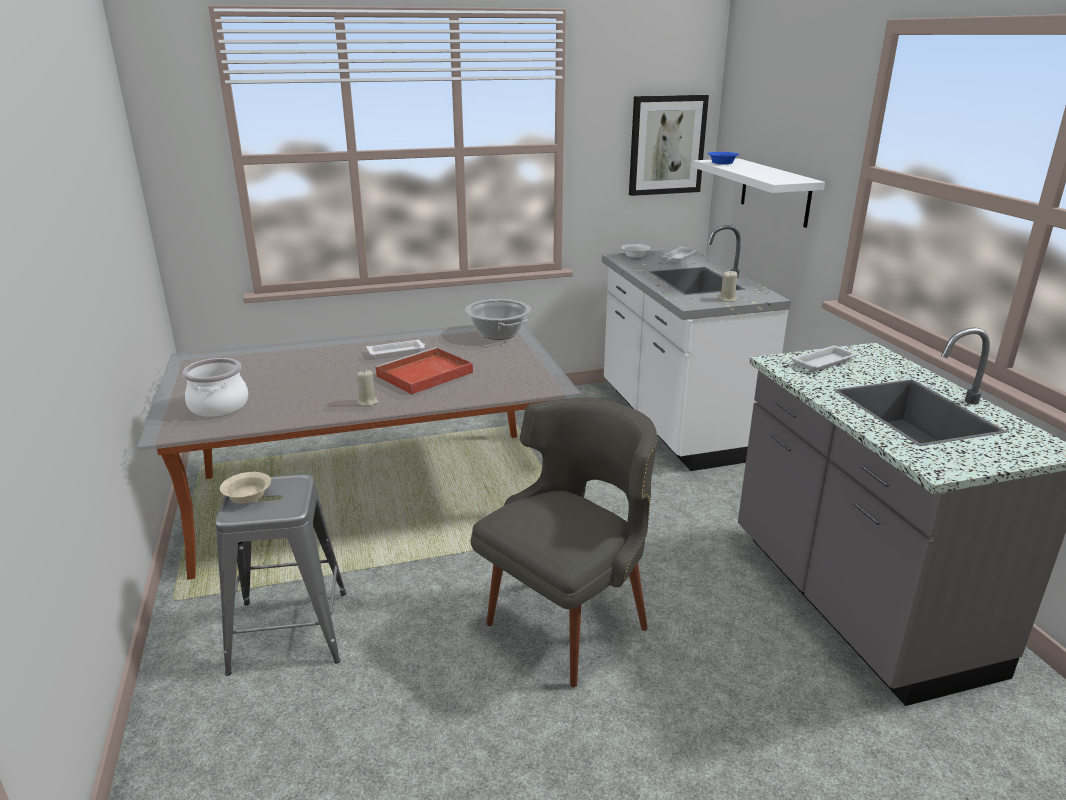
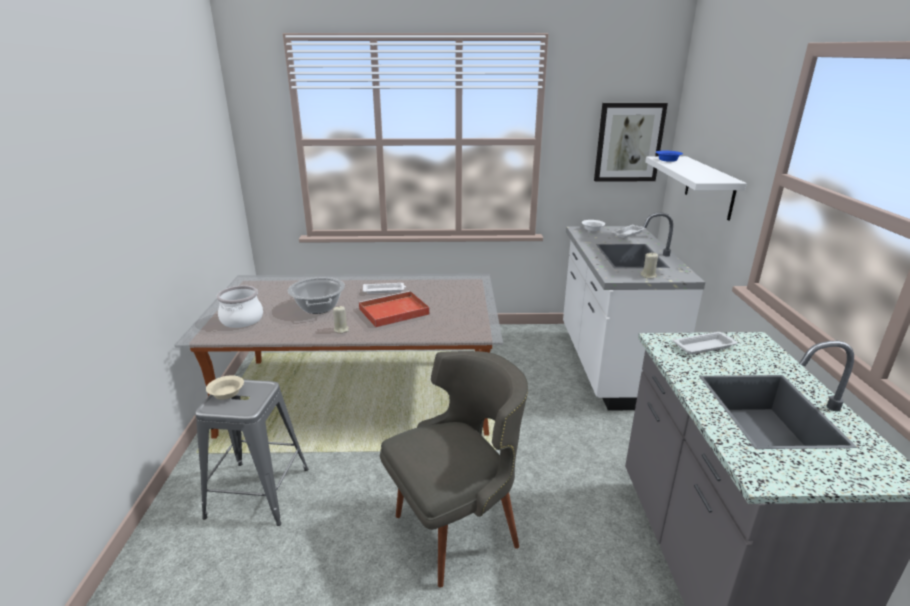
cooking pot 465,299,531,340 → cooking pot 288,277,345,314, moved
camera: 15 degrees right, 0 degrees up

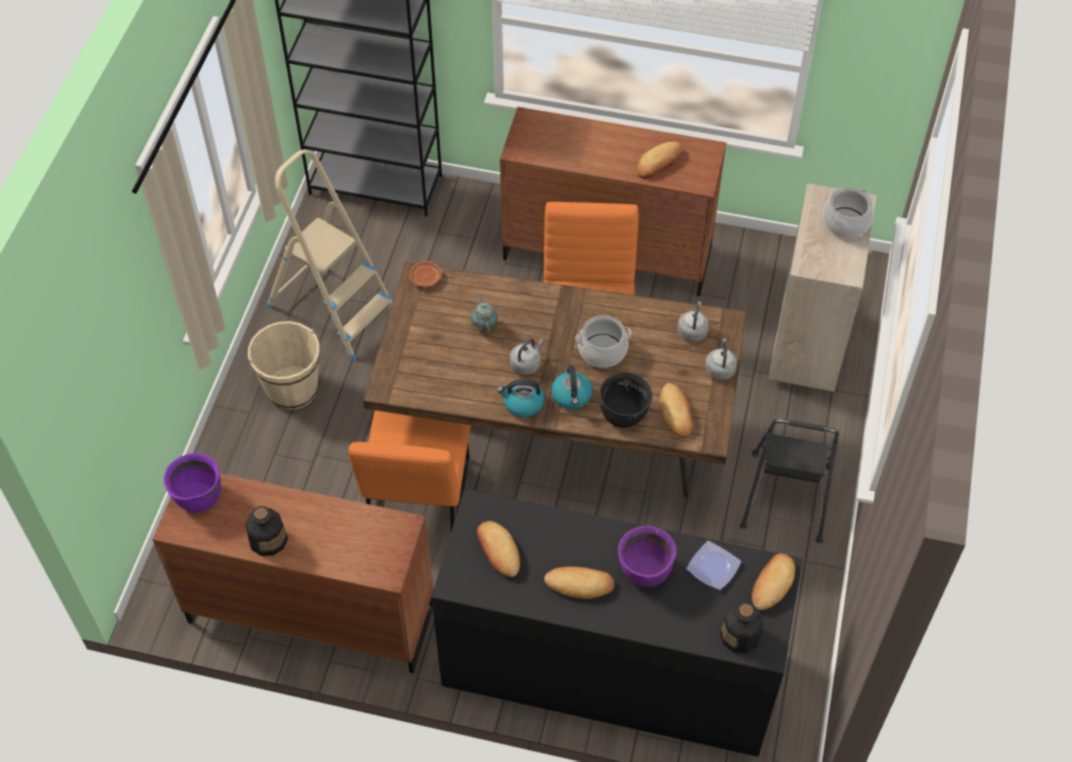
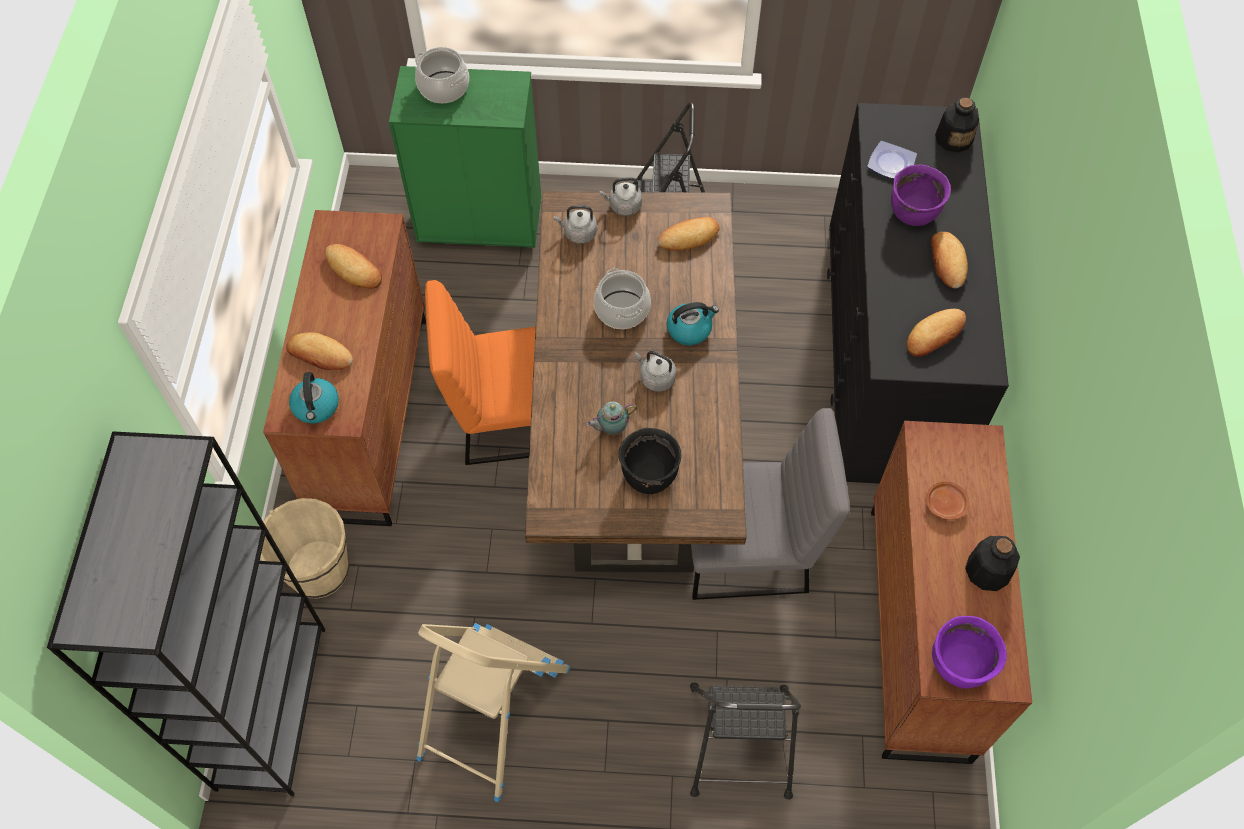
beige bucket 248,321,319,410 → beige bucket 260,498,349,599, moved
bread 752,553,795,610 → bread 286,332,353,370, moved
kettle 497,379,545,417 → kettle 289,372,339,423, moved
beige cabinet 768,183,877,392 → green cabinet 389,66,542,248
black cooking pot 600,372,652,428 → black cooking pot 618,428,681,494, moved
- → black step ladder 690,683,801,799
orange chair 348,410,471,531 → grey chair 691,408,850,600
brown plate 409,261,442,287 → brown plate 926,481,970,520, moved
camera: 100 degrees left, 5 degrees up

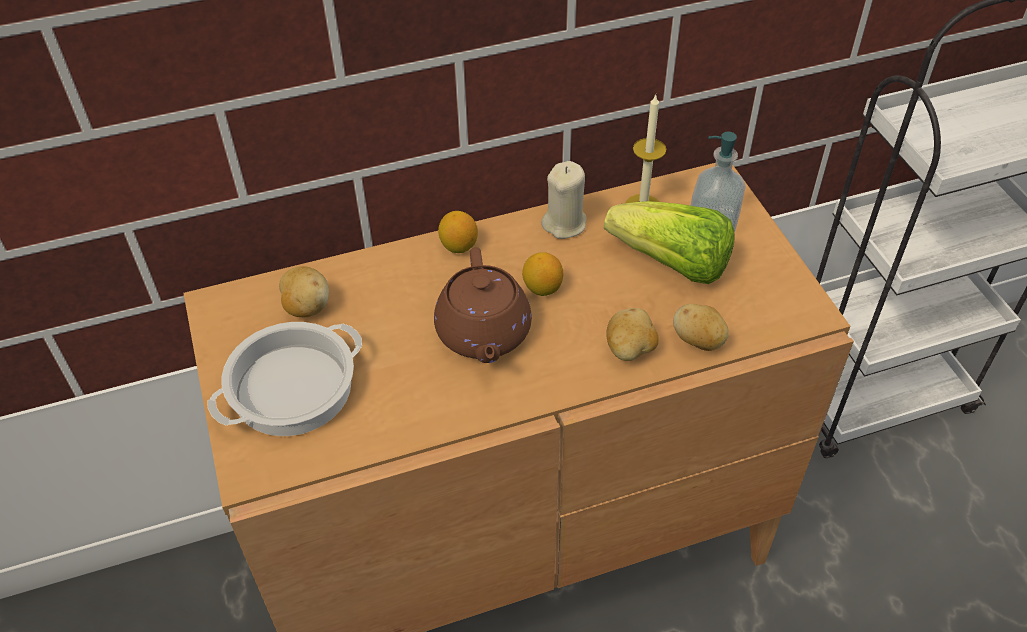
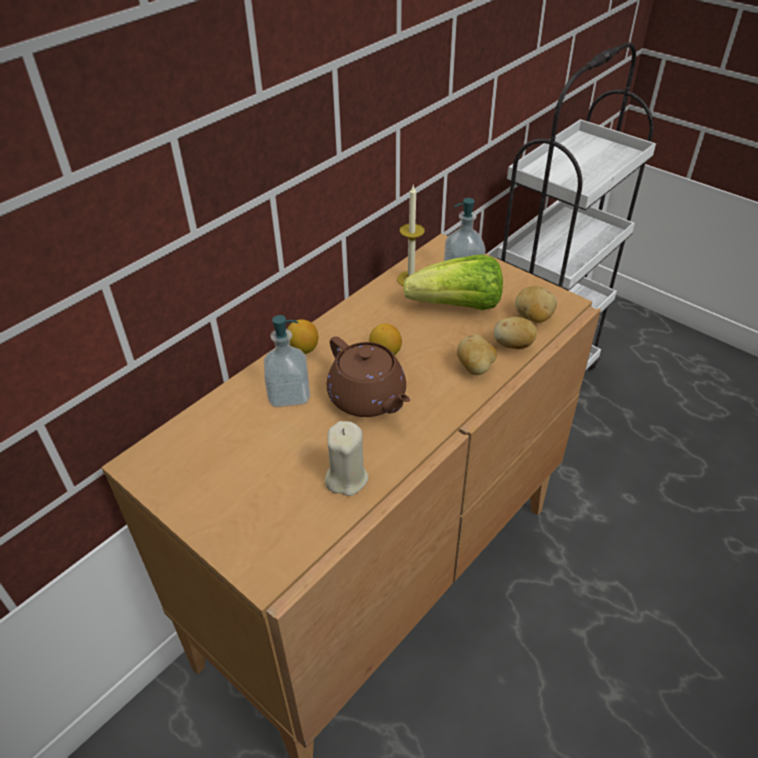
- → soap dispenser 264,315,310,407
beige candle 541,161,587,239 → beige candle 325,421,369,496, moved
potato 279,266,329,317 → potato 515,286,557,323, moved
cooking pot 208,322,362,436 → -
camera: 30 degrees left, 5 degrees down

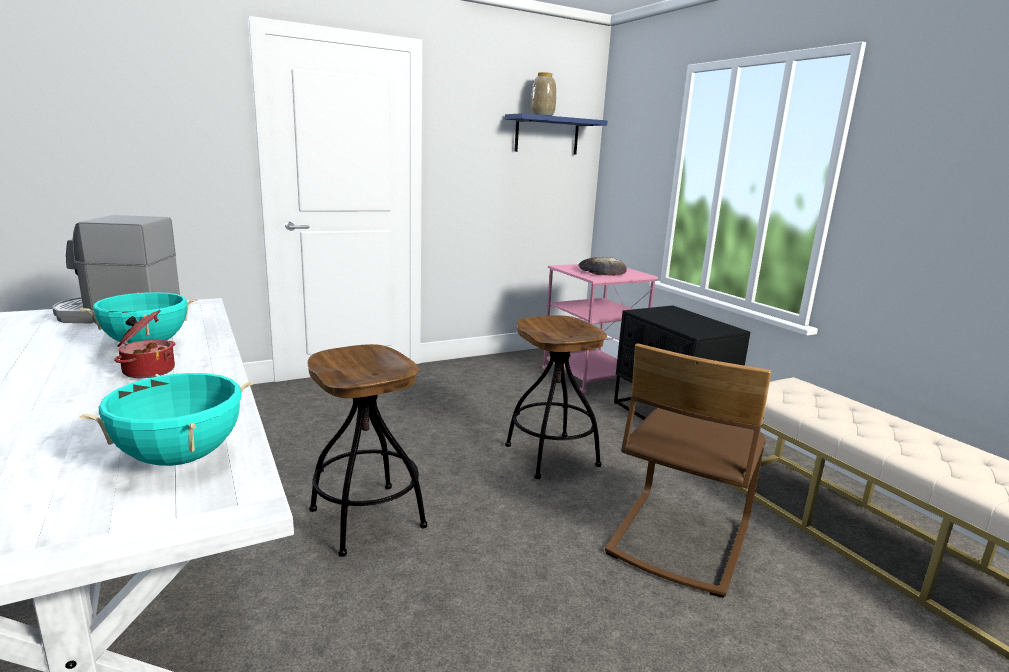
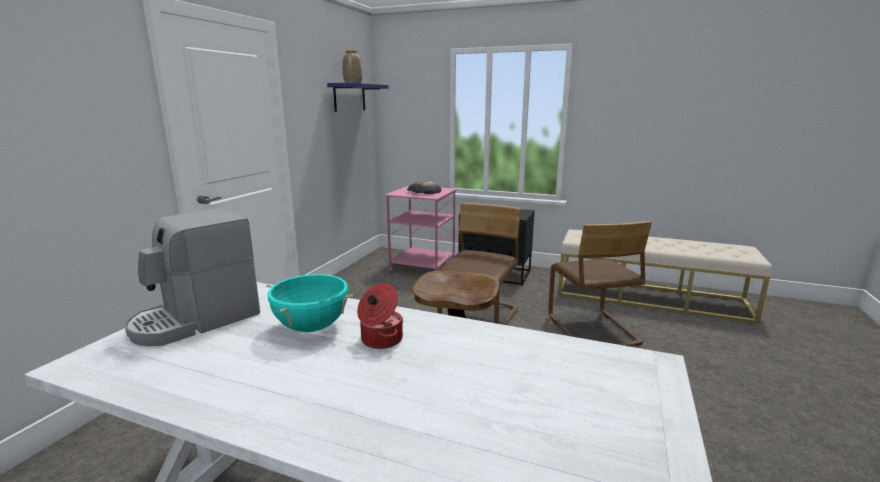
brown stool 505,315,607,479 → brown chair 438,203,521,325
turquoise cooking pot 79,373,253,466 → -
camera: 40 degrees left, 0 degrees up

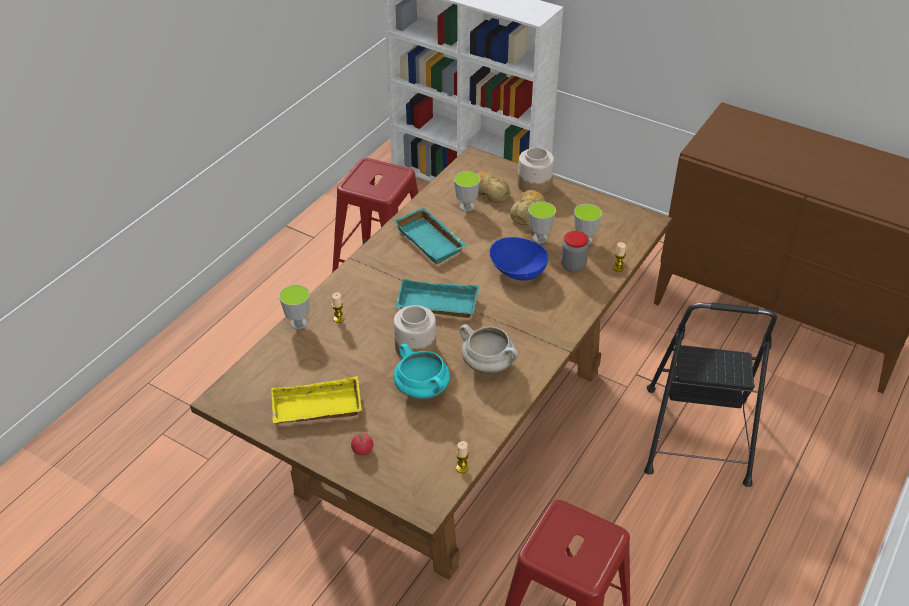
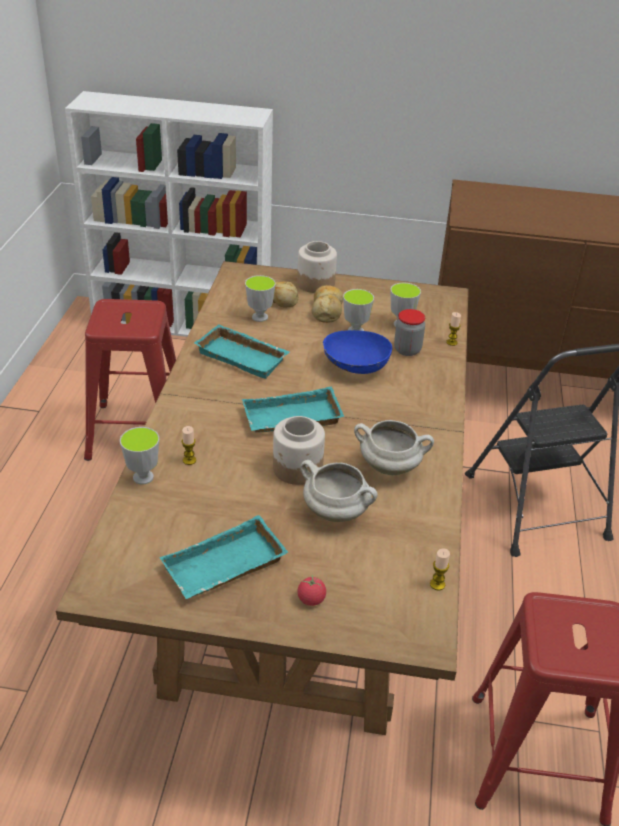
yellow tray 271,376,362,423 → turquoise tray 160,515,288,599
turquoise cooking pot 393,343,450,400 → white cooking pot 300,460,378,522
camera: 25 degrees left, 5 degrees down

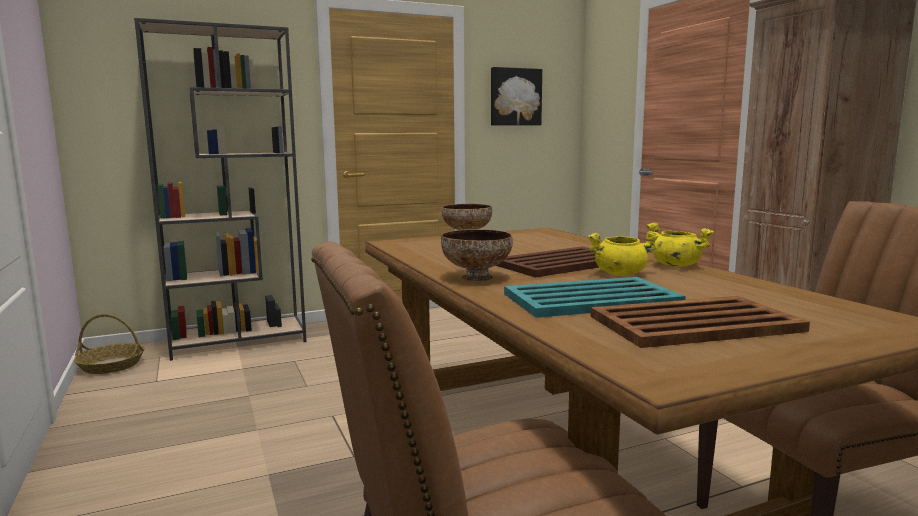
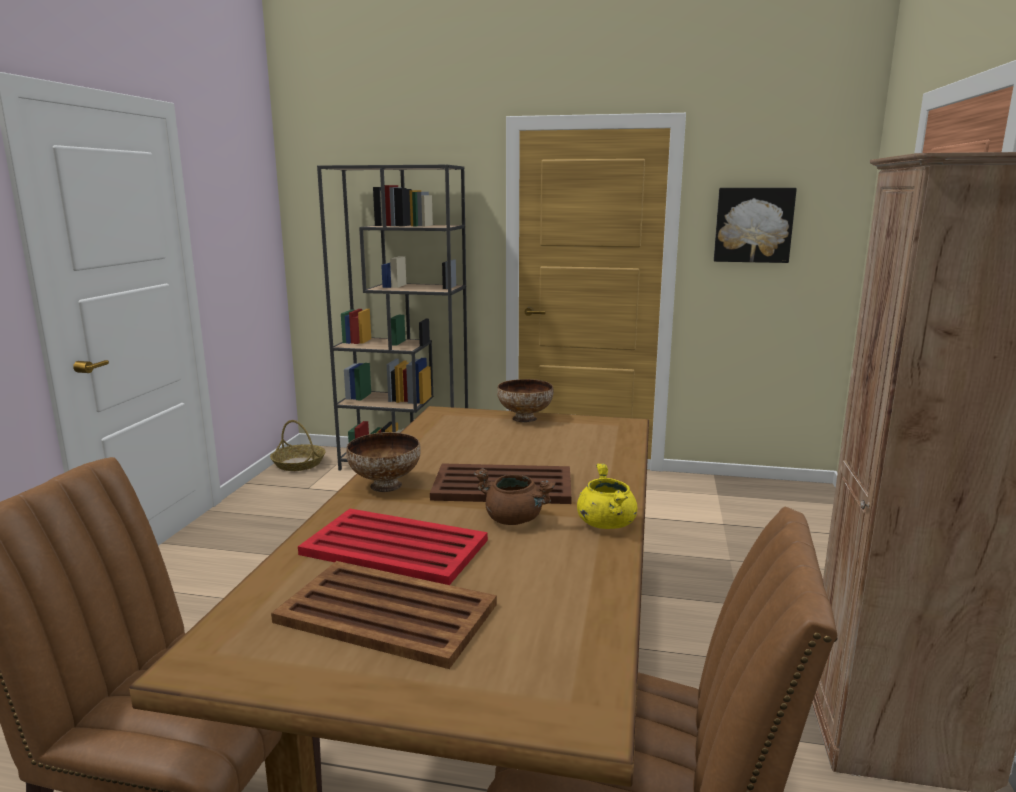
turquoise tray 504,277,686,318 → red tray 298,509,488,585
yellow cooking pot 587,231,660,276 → brown cooking pot 474,469,556,525
camera: 35 degrees right, 5 degrees up

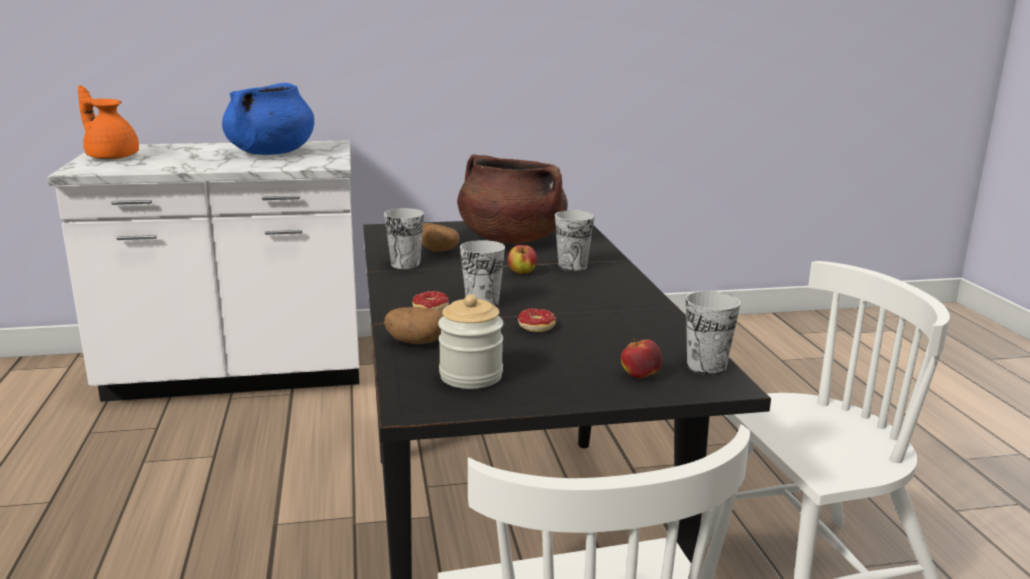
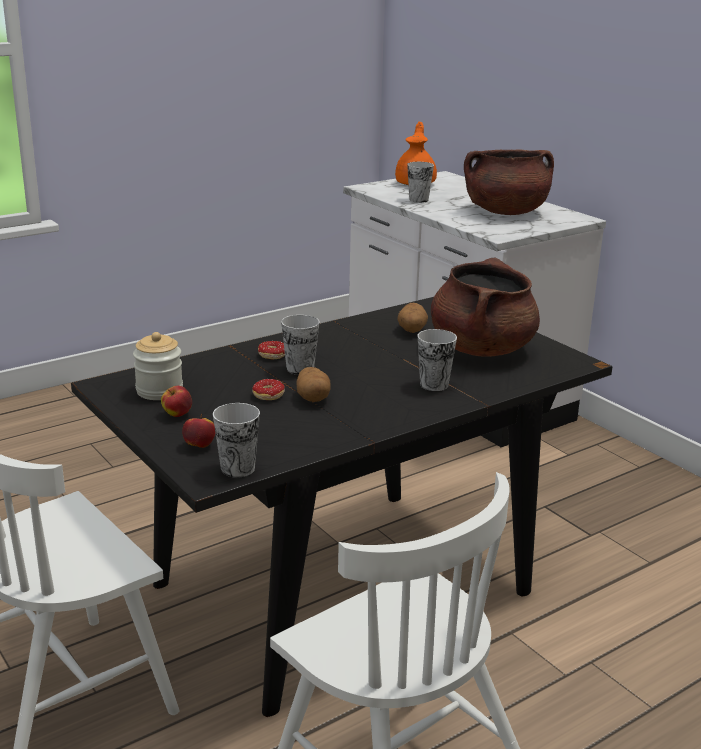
apple 508,245,537,274 → apple 161,386,192,417, moved
potato 384,307,443,344 → potato 296,367,331,402, moved
cup 384,208,424,269 → cup 407,162,434,203, moved
blue cooking pot 222,83,314,155 → brown cooking pot 464,150,554,215
camera: 65 degrees right, 5 degrees up

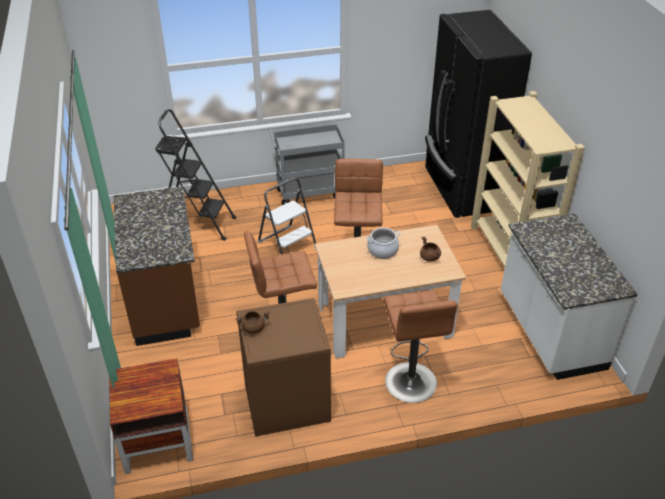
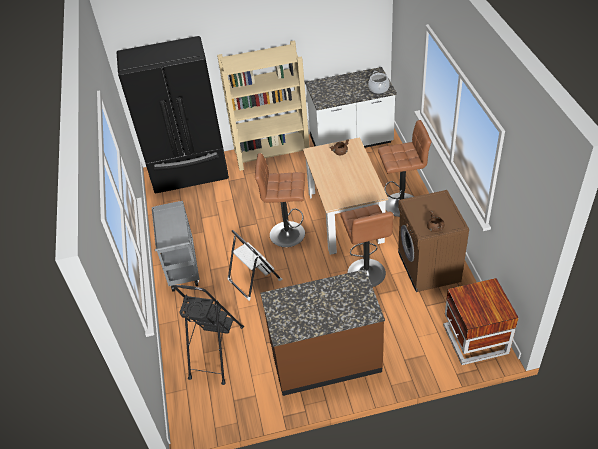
cooking pot 367,228,401,259 → cooking pot 368,71,390,94, moved
camera: 85 degrees left, 5 degrees up

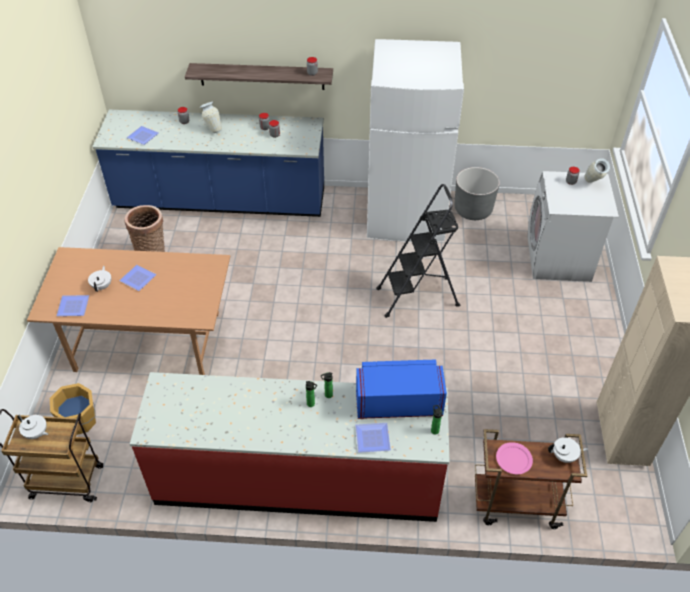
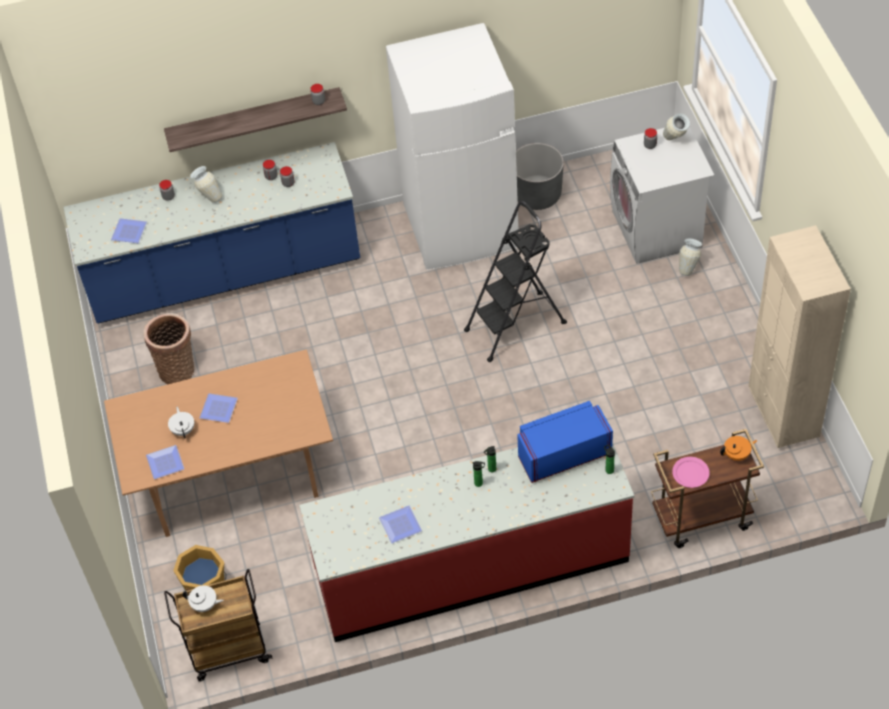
plate 355,423,391,453 → plate 379,506,422,543, moved
- → vase 679,238,702,276
white teapot 548,437,588,463 → orange teapot 720,436,757,461
camera: 15 degrees left, 5 degrees up

